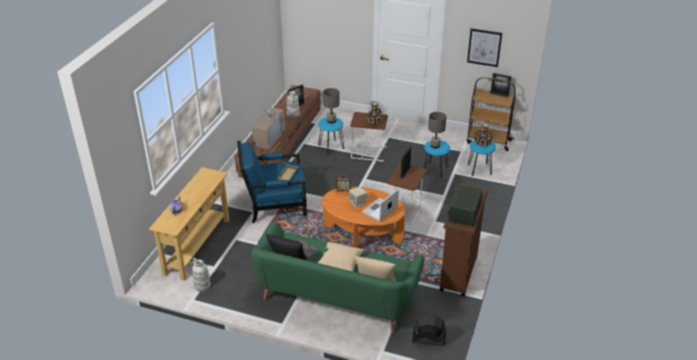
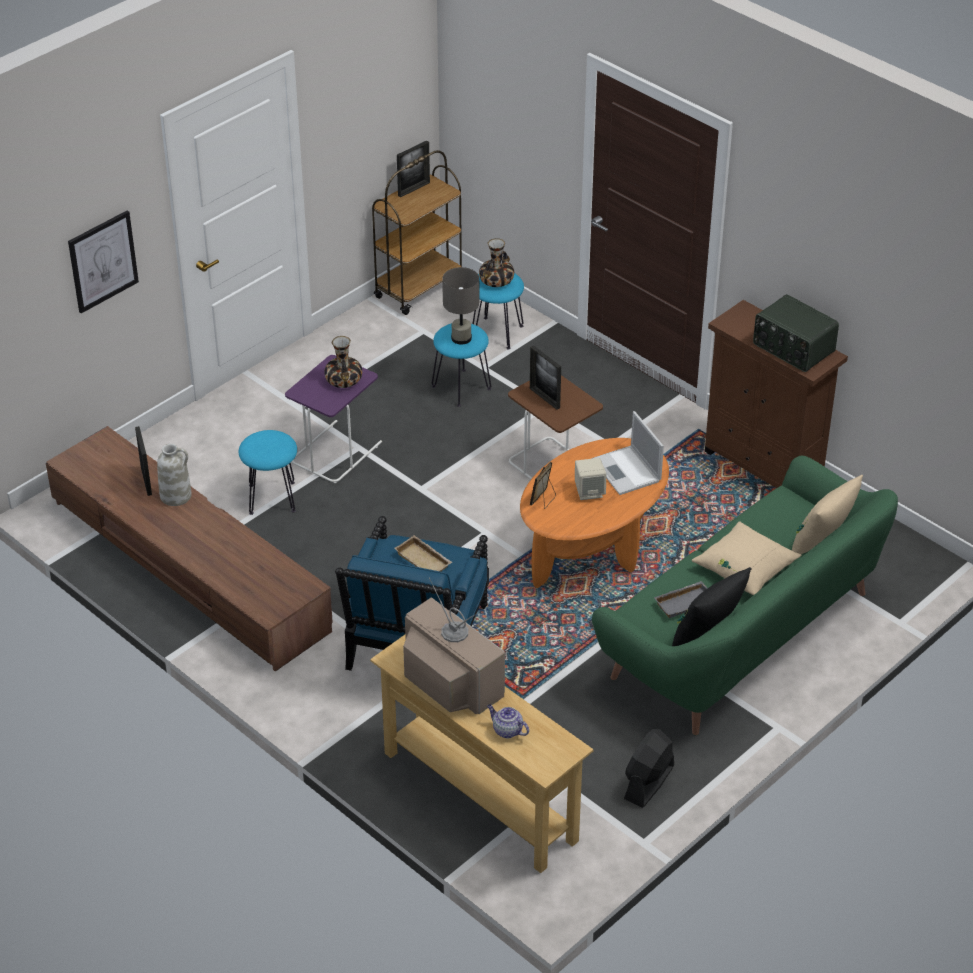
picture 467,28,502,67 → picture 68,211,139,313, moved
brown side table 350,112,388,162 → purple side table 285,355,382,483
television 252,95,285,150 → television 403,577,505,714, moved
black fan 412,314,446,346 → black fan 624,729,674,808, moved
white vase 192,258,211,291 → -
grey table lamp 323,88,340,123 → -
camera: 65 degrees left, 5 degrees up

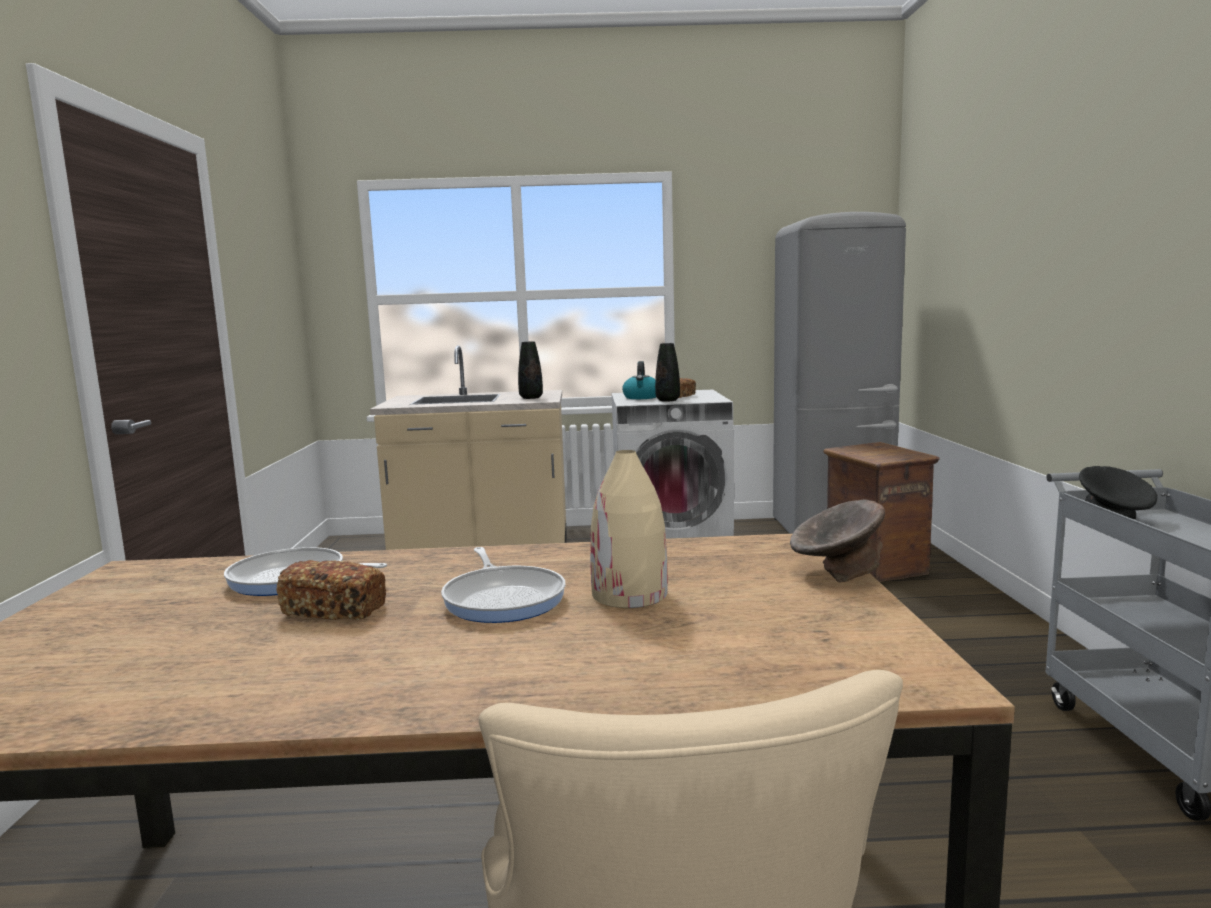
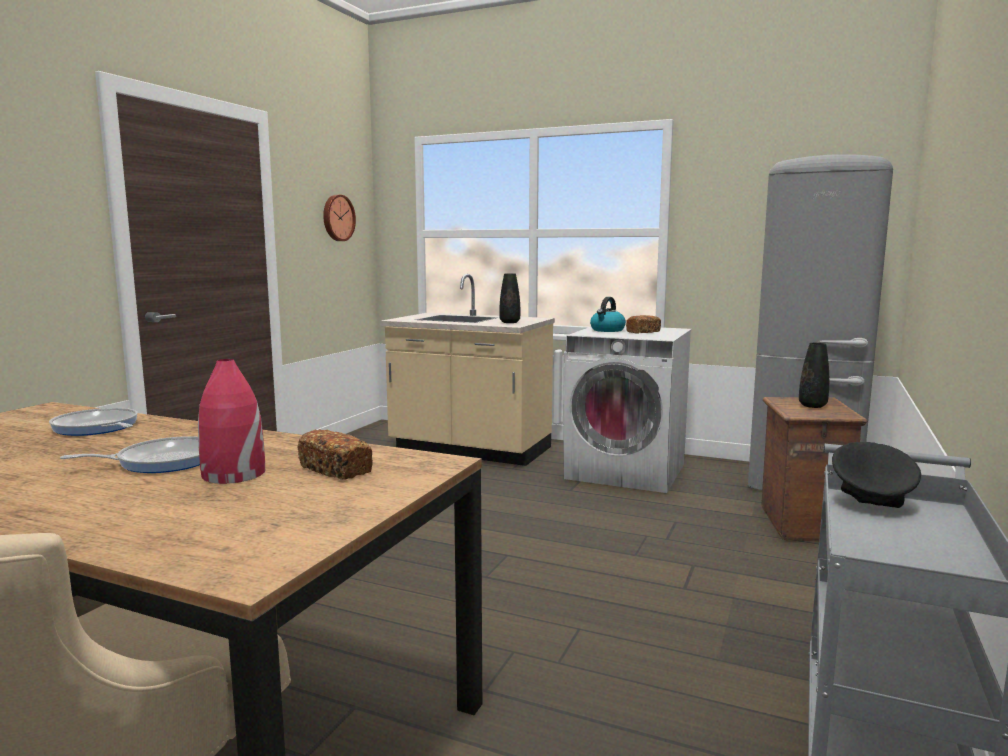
frying pan 441,547,566,623 → frying pan 60,436,200,473, 120 degrees counterclockwise
beige vase 590,450,668,608 → red vase 198,359,265,484
bread 276,560,386,620 → bread 297,429,373,480, moved
- → wall clock 323,195,356,241
black vase 655,343,680,402 → black vase 799,343,829,408, moved
grey bowl 790,499,885,582 → -
camera: 25 degrees right, 0 degrees up

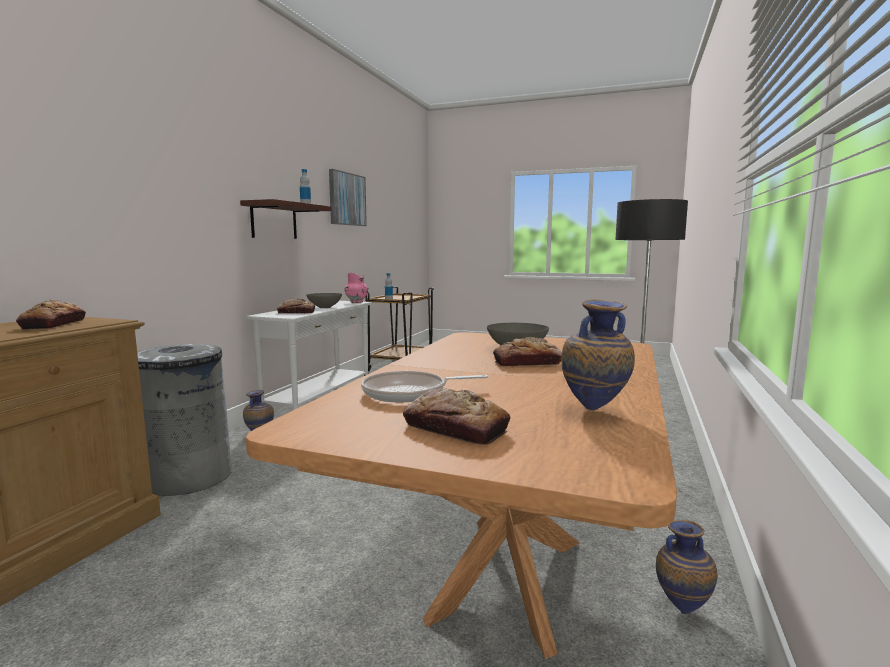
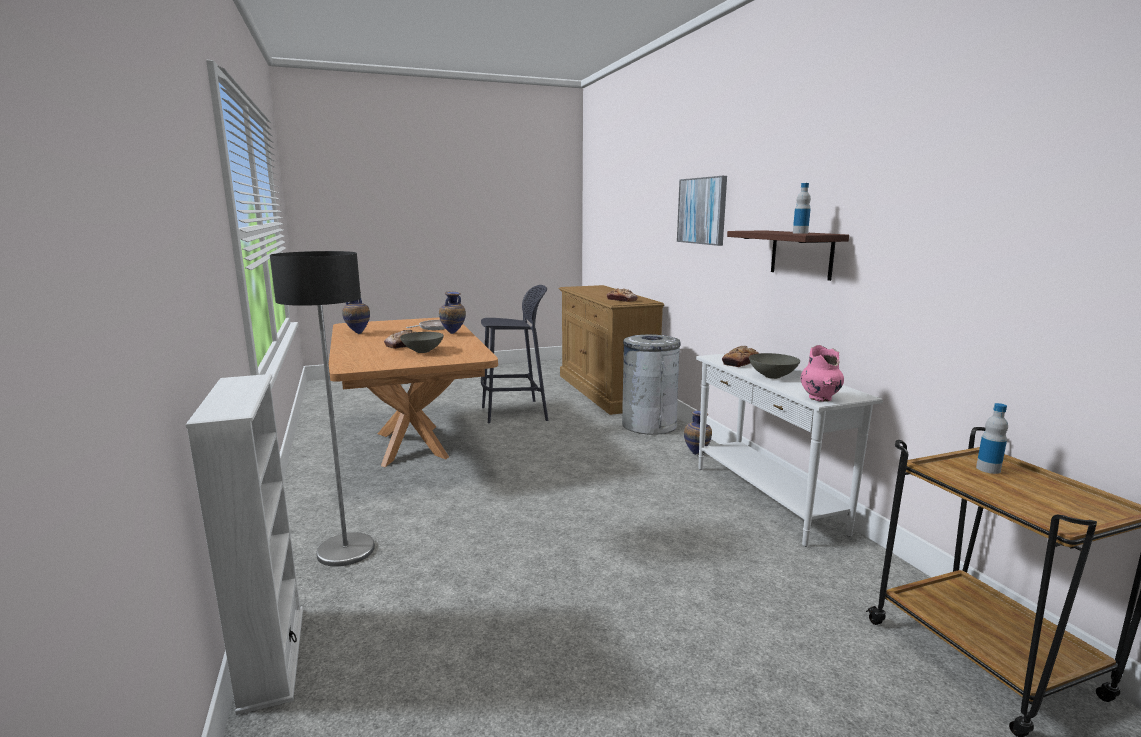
- → white bookcase 186,374,303,715
vase 656,520,718,614 → vase 439,291,466,334, moved
- → grey stool 481,285,548,423
picture 329,169,367,226 → picture 677,176,727,246, moved
bread 403,388,510,445 → -
camera: 140 degrees right, 5 degrees up

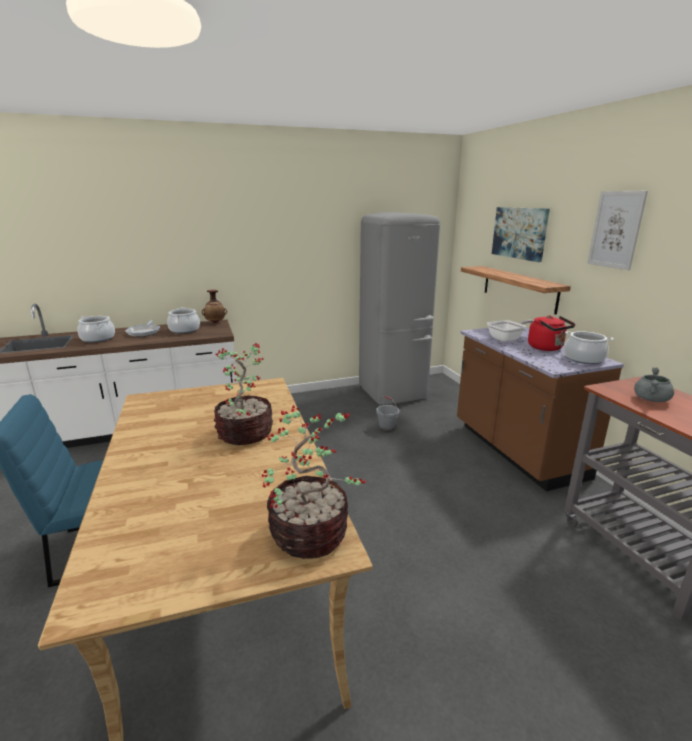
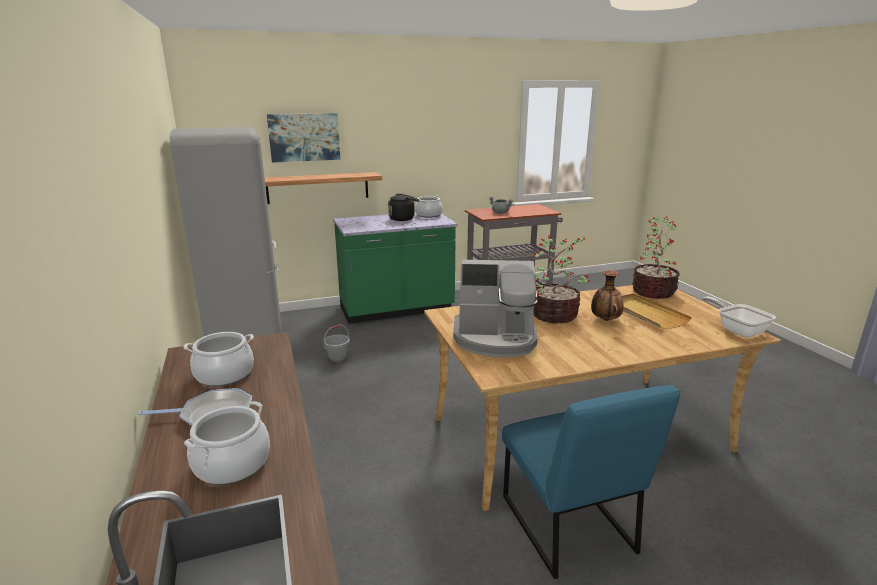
brown counter 457,328,624,491 → green counter 333,212,458,324
red kettle 528,315,575,351 → black kettle 388,194,419,221
- → coffee machine 453,260,538,357
vase 202,290,227,323 → vase 591,270,624,321, moved
- → beige tray 622,294,692,329
frying pan 487,320,533,342 → frying pan 702,297,776,338, moved
picture 587,191,648,270 → -
camera: 90 degrees left, 0 degrees up

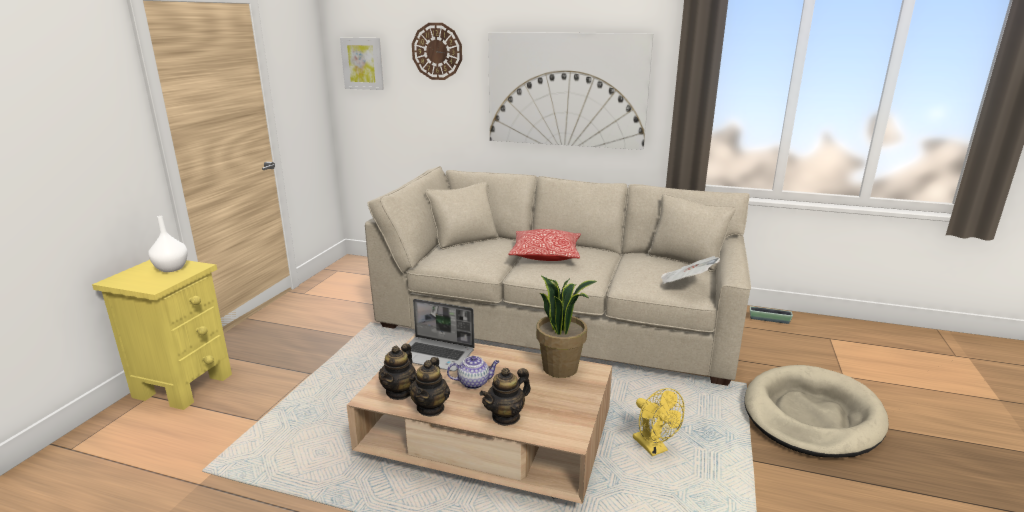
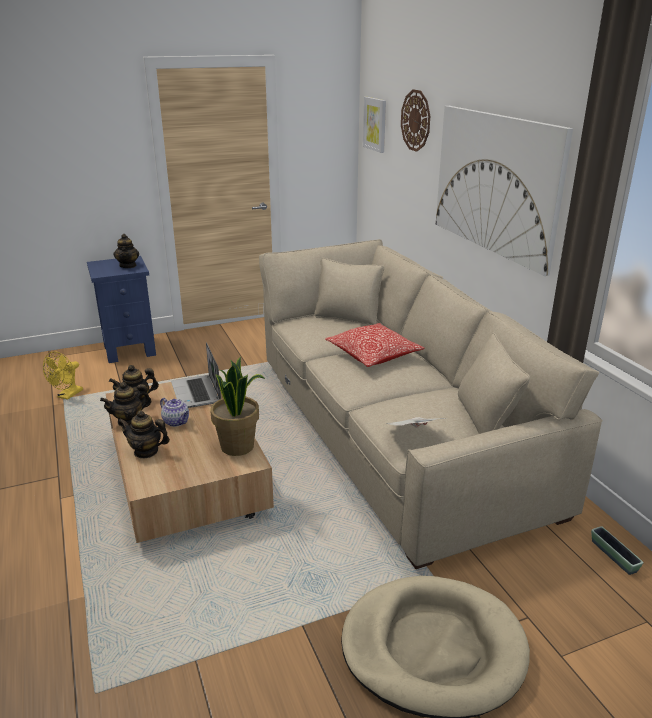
yellow fan 633,388,685,456 → yellow fan 43,352,83,400, moved
yellow nightstand 92,260,232,410 → blue nightstand 87,256,156,363
white vase 148,216,188,272 → teapot 113,234,139,268
camera: 50 degrees right, 5 degrees up

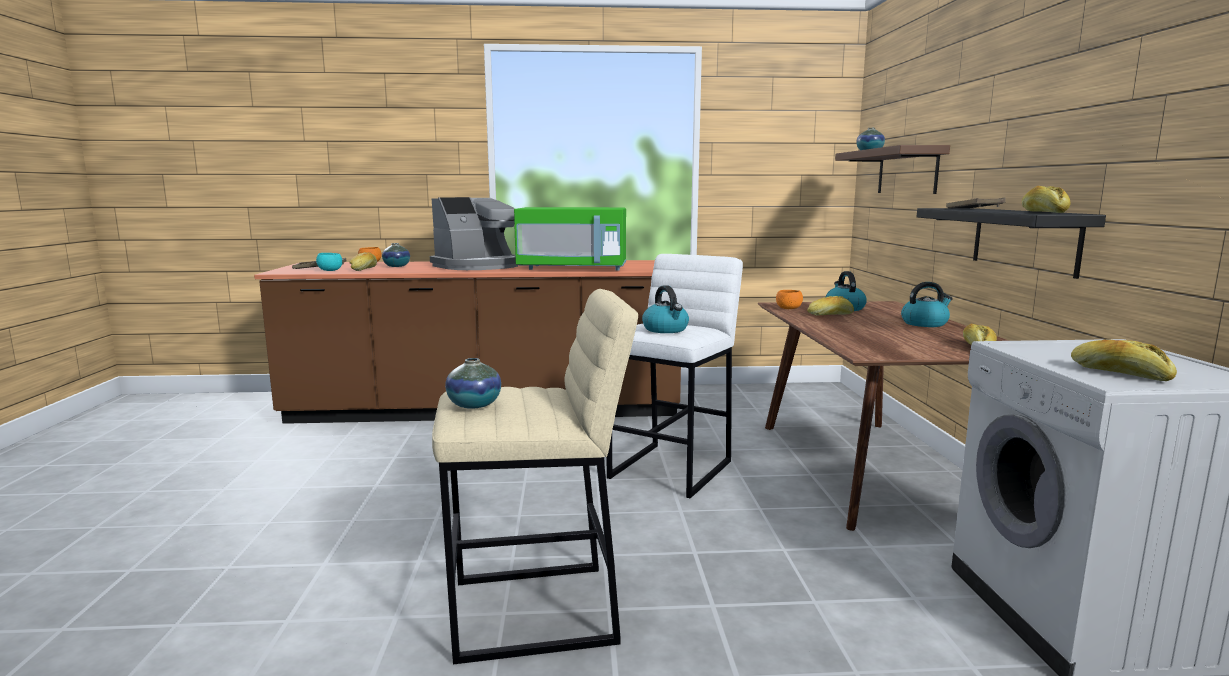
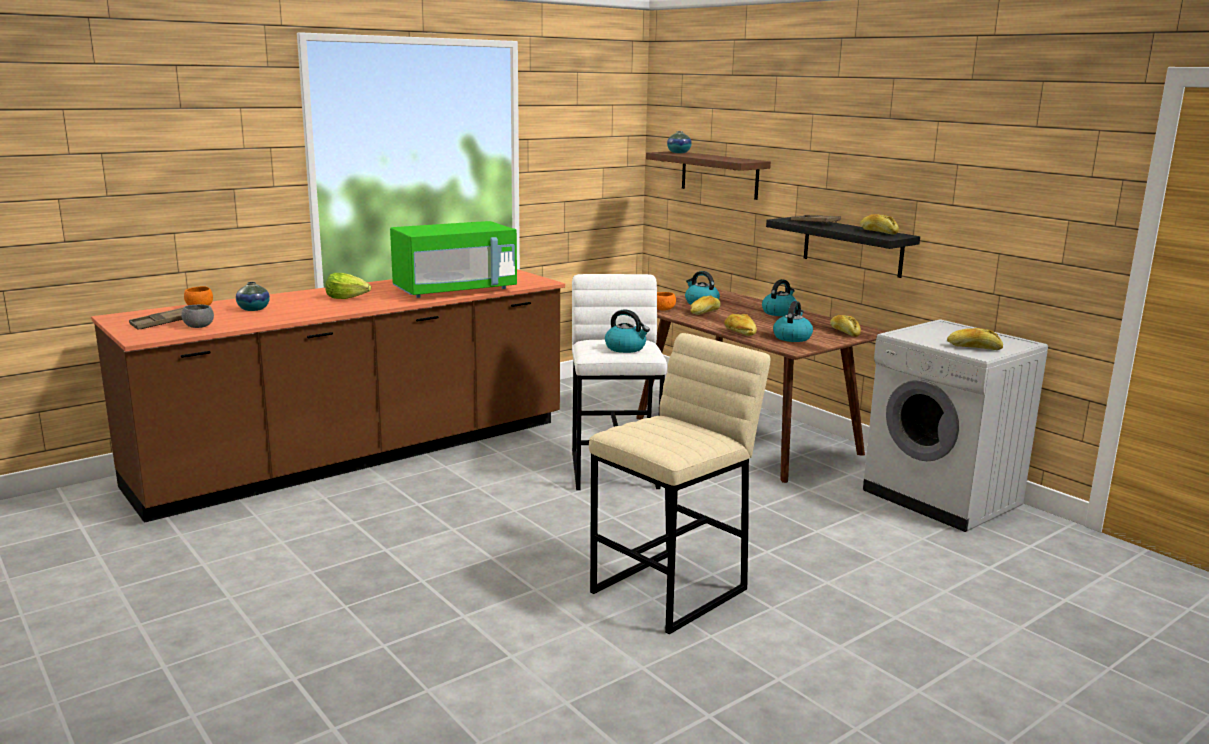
turquoise bowl 316,253,342,271 → grey bowl 181,304,214,328
coffee machine 430,197,518,270 → lettuce 325,273,371,299
bread 349,252,377,271 → bread 724,314,757,336, moved
- → kettle 773,301,813,342
vase 445,358,501,409 → -
camera: 35 degrees left, 5 degrees up

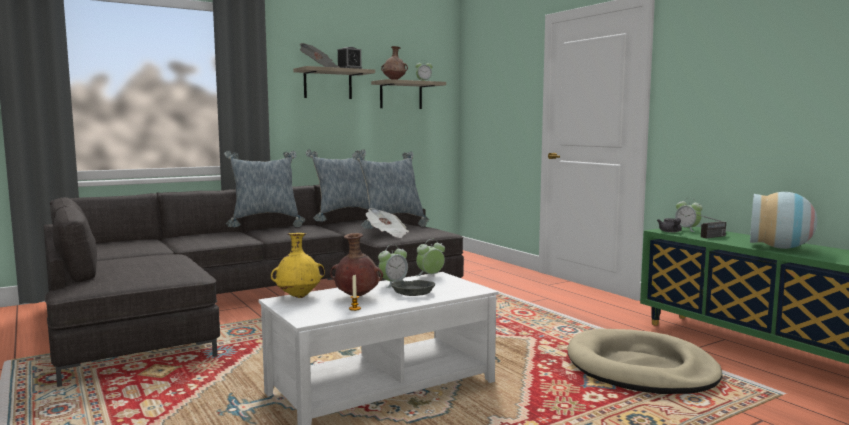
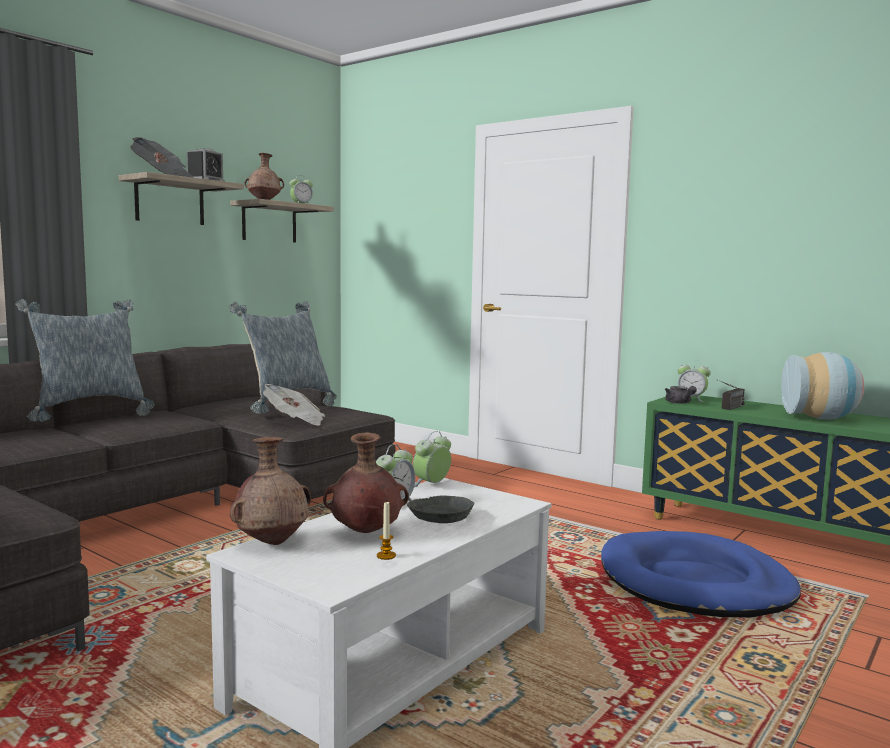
yellow vase 271,233,325,298 → brown vase 230,437,311,545
beige dog bed 568,329,722,394 → blue dog bed 601,531,801,617
pillow 306,149,369,222 → -
camera: 20 degrees left, 0 degrees up

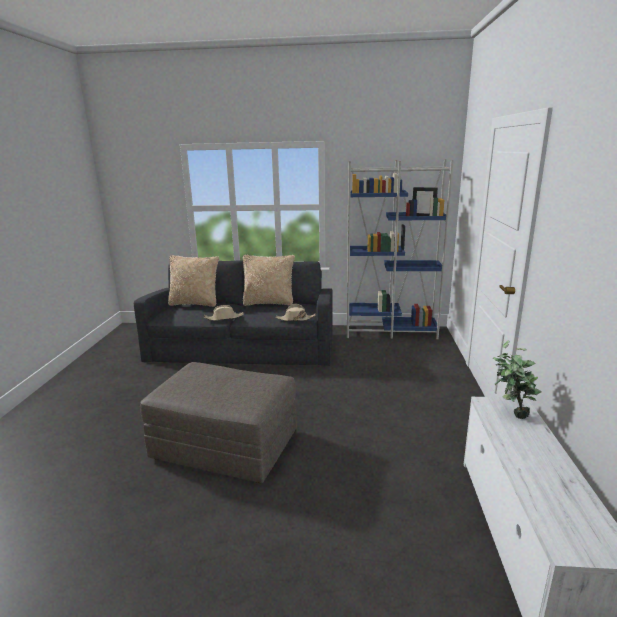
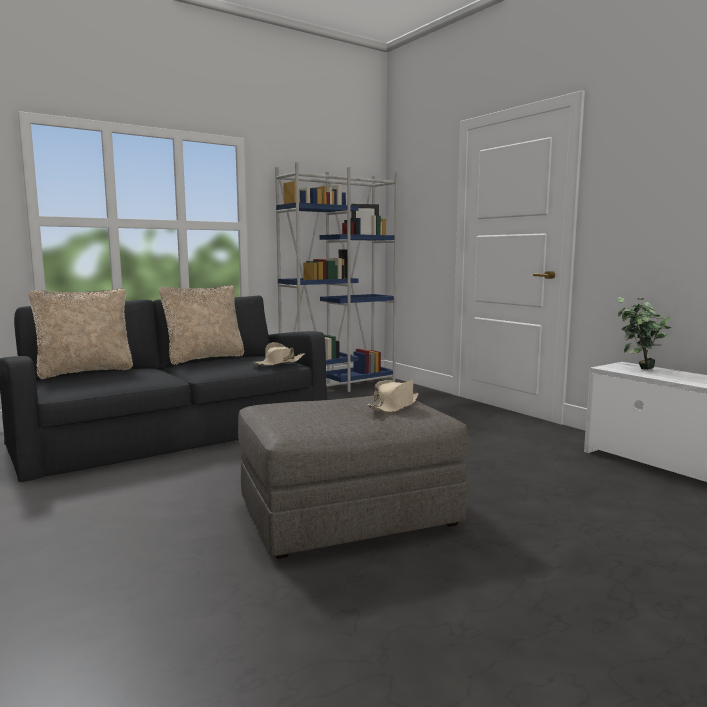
beige hat 203,305,244,321 → beige hat 368,380,419,413, moved
camera: 40 degrees left, 10 degrees down

